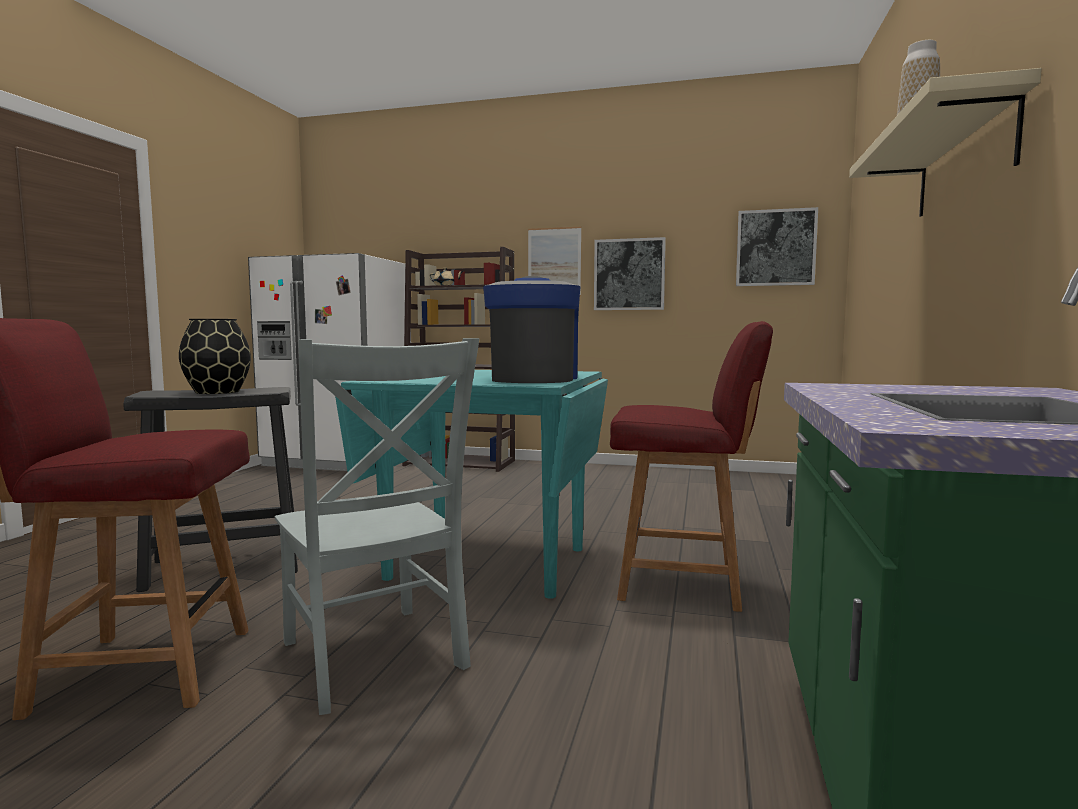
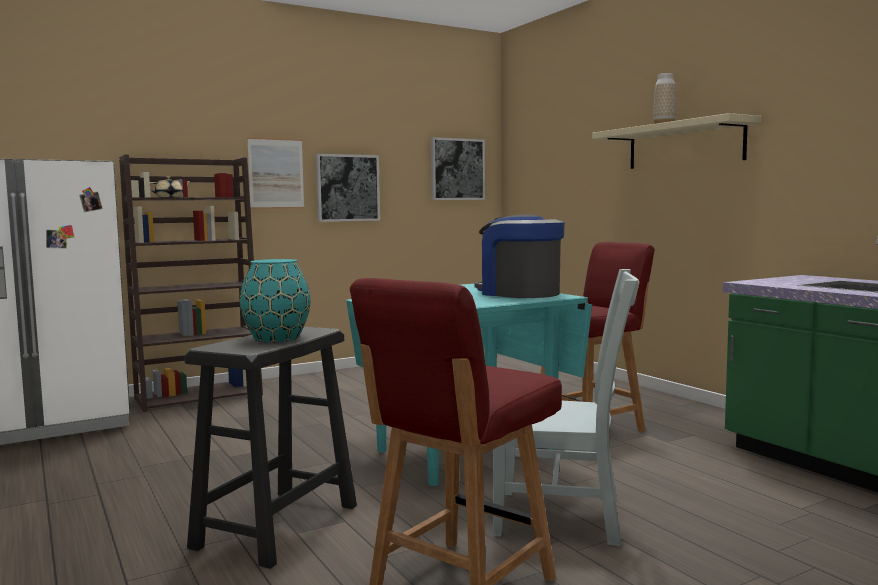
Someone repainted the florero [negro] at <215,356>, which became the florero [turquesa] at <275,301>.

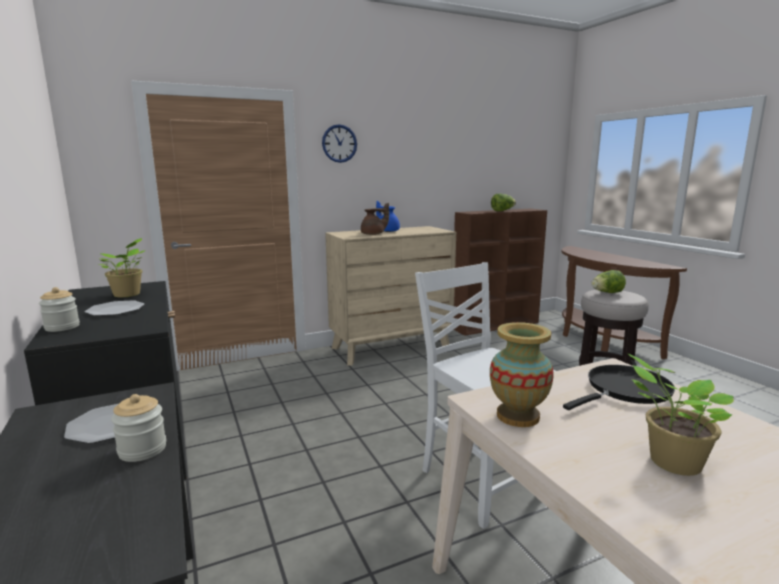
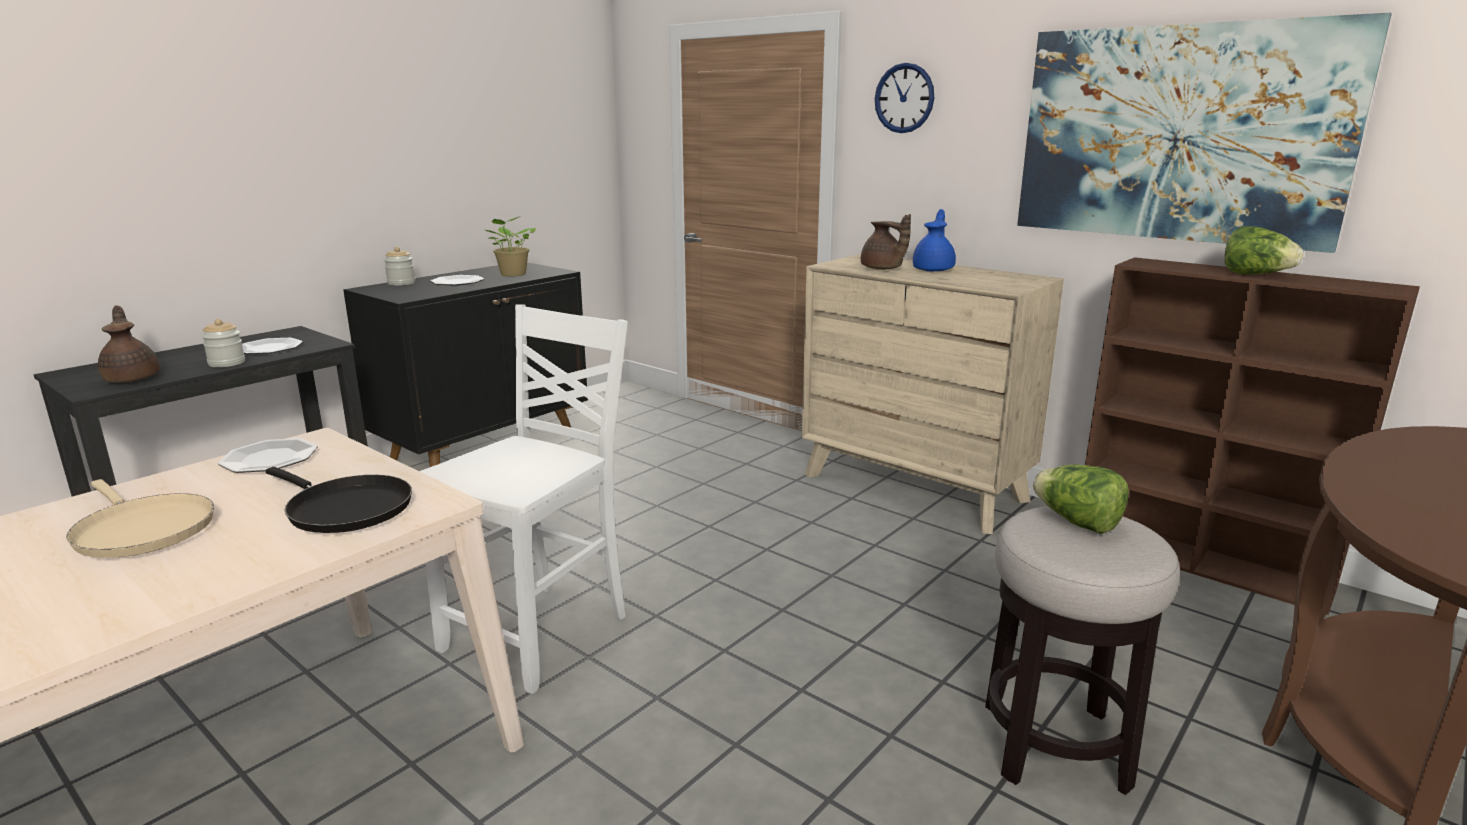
Someone swapped the florero at <522,374> for the plato at <268,455>.
Someone swapped the planta en maceta at <681,415> for the sartén [beis] at <140,518>.
Someone put down the tetera [marrón] at <129,344>.
Someone put up the cuadro at <1204,133>.

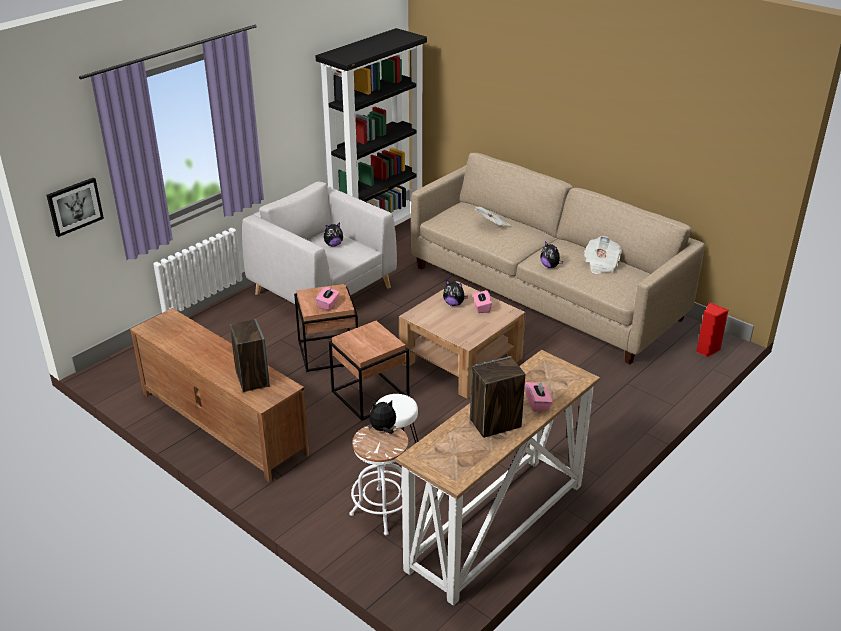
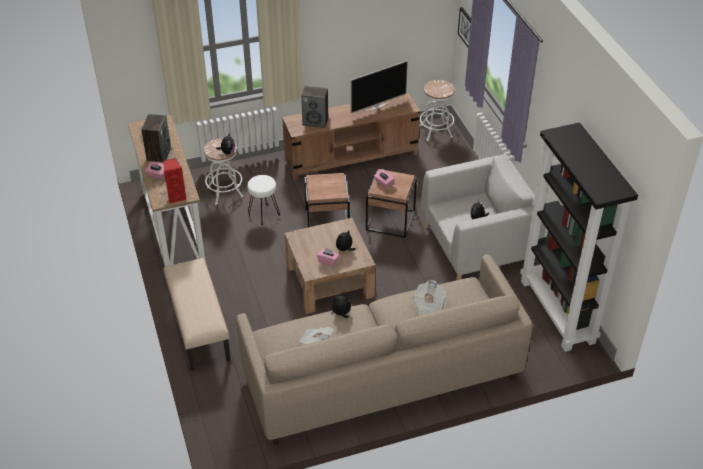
Someone carried the altavoz [rojo] from <712,329> to <175,181>.
Someone put down the banco [beis] at <197,314>.
Someone put down the televisor at <379,86>.
Someone put down the taburete [blanco] at <437,110>.

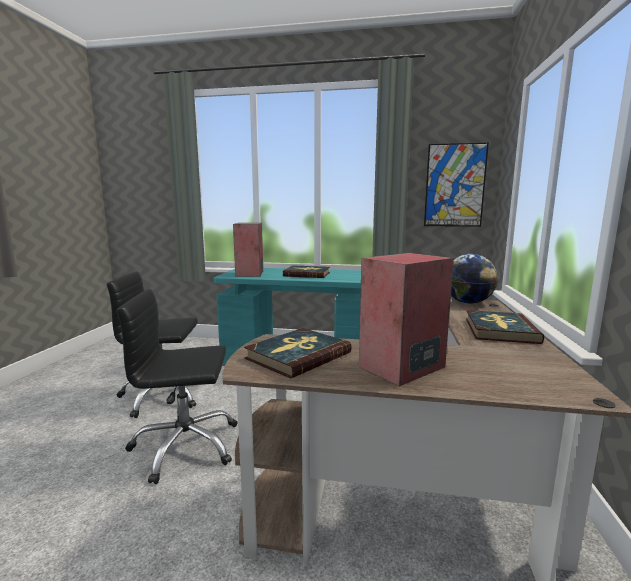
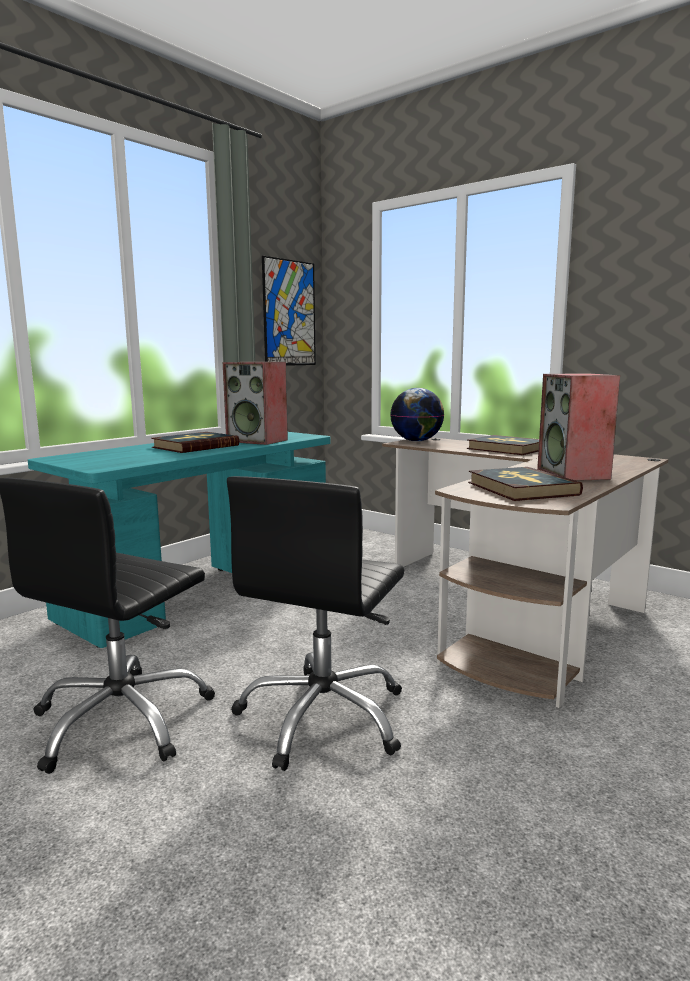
Someone carried the altavoz from <248,250> to <255,403>.

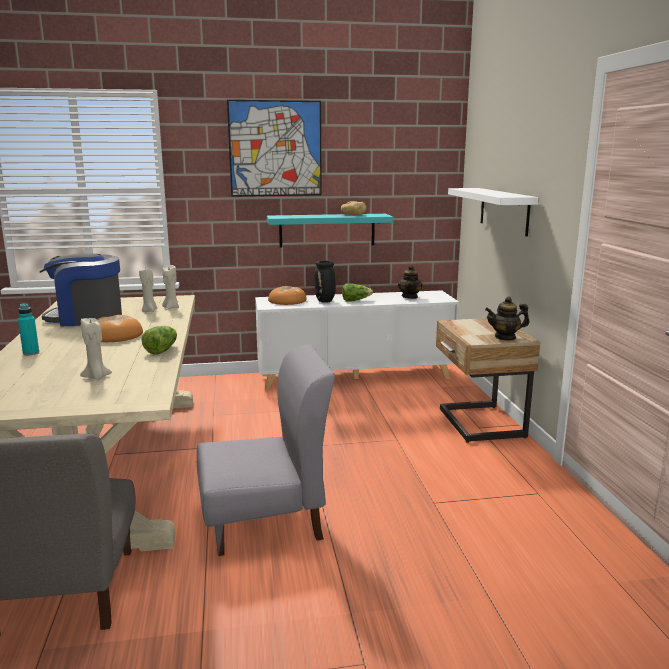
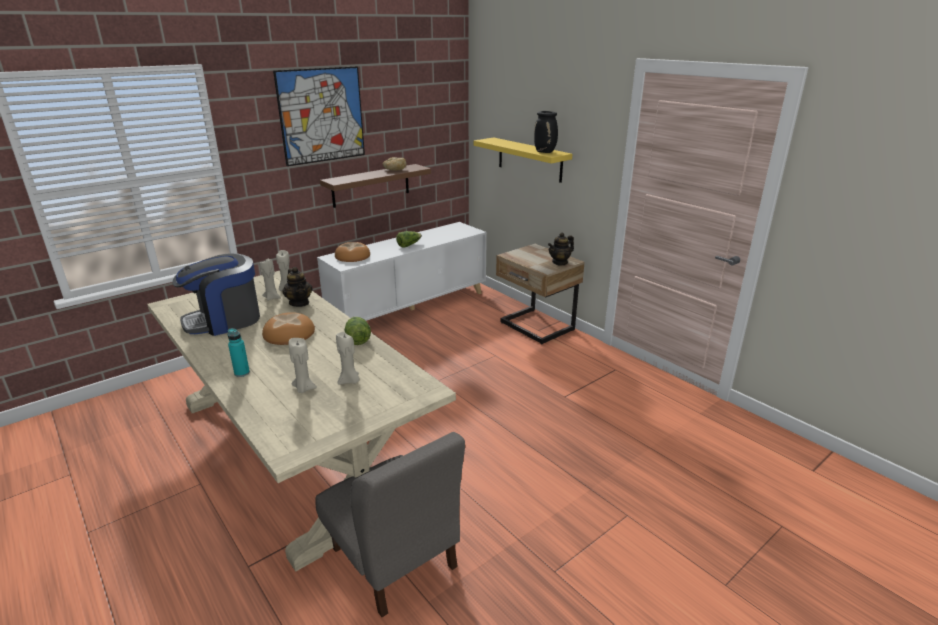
Someone took away the silla [gris] at <266,450>.
Someone repainted the estante [turquesa] at <330,231>, which became the estante [marrón] at <375,186>.
Someone carried the florero [negro] from <325,281> to <546,132>.
Someone carried the tetera from <410,282> to <297,287>.
Someone repainted the estante [blanco] at <493,212>, which became the estante [amarillo] at <522,160>.
Someone put down the vela [beis] at <303,365>.

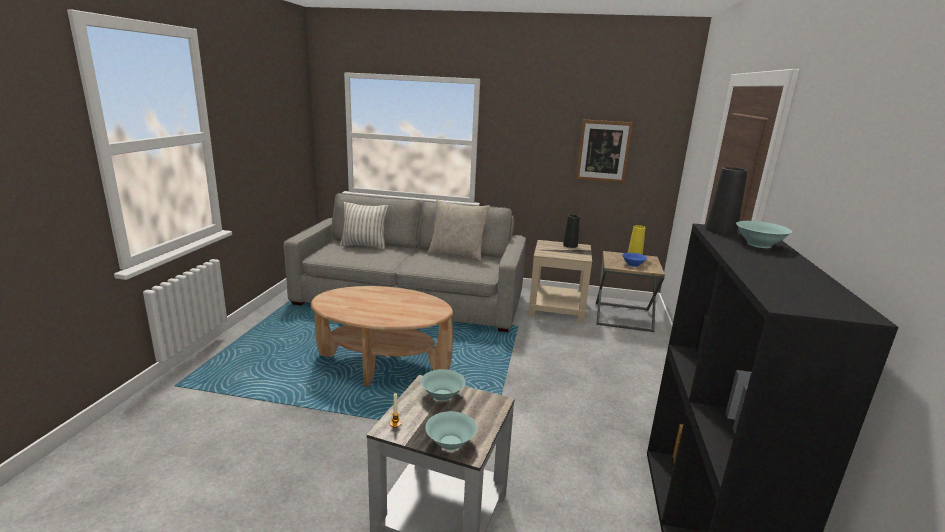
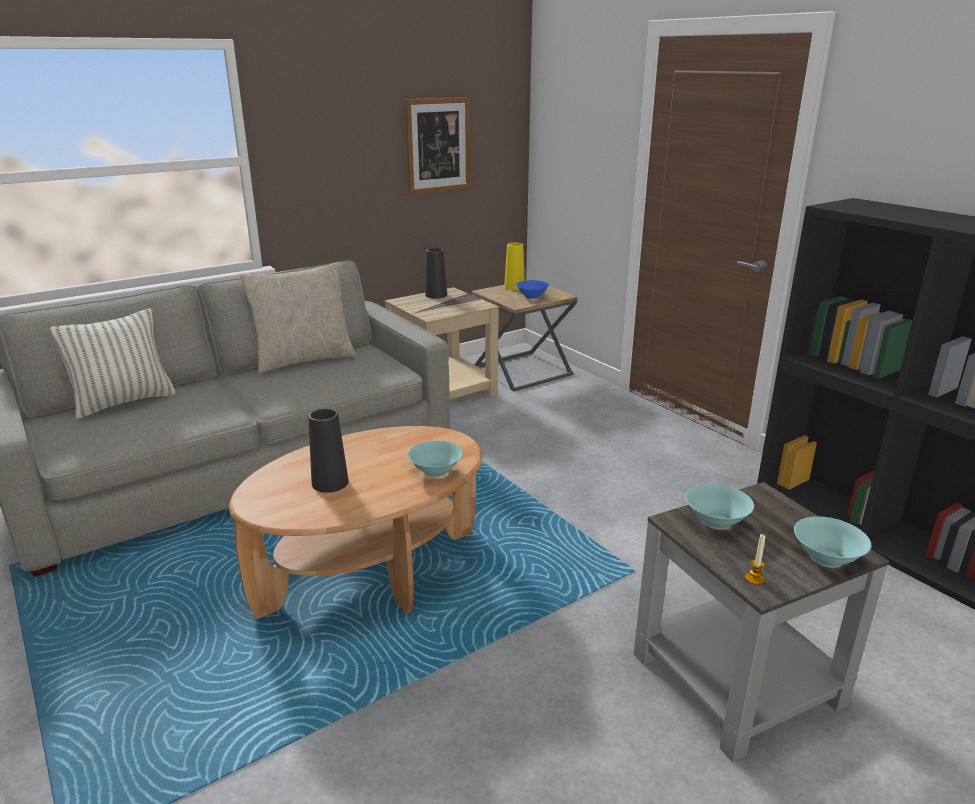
Someone carried the florero [negro] from <726,201> to <328,450>.
Someone carried the cuenco [turquesa] from <764,234> to <435,459>.

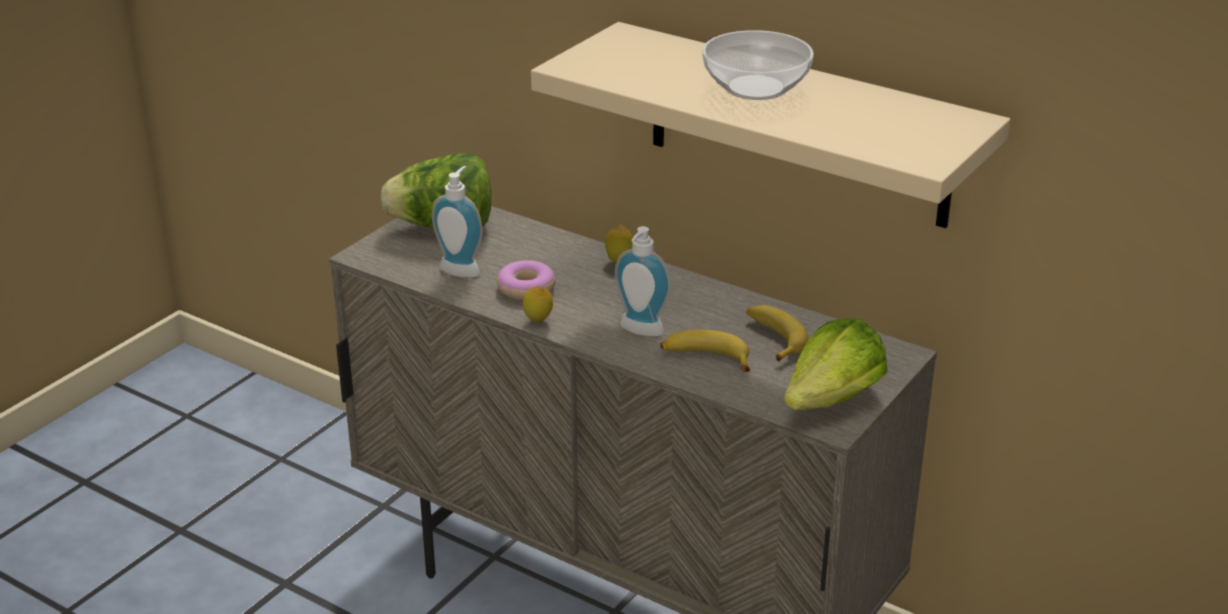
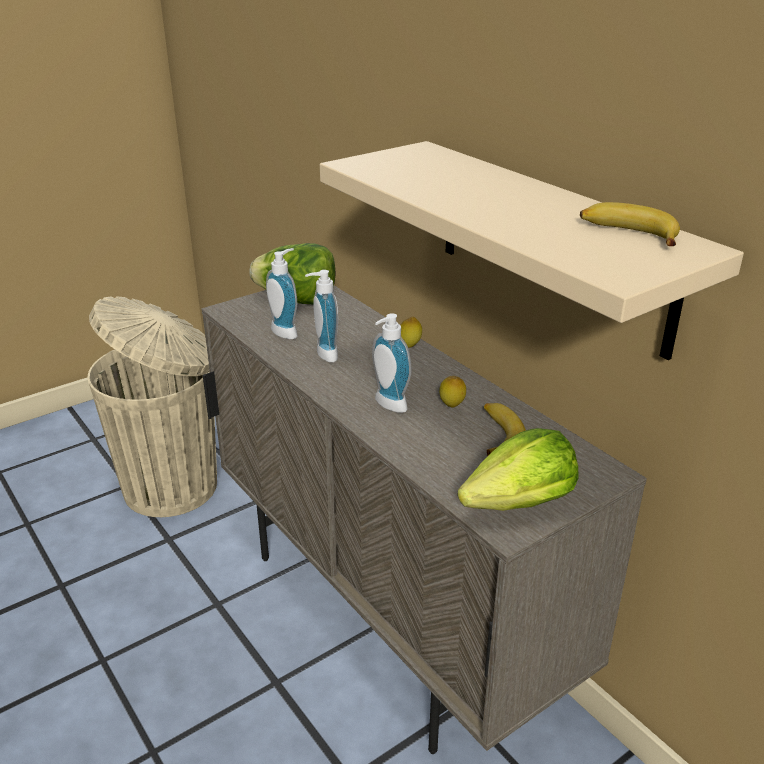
Someone swapped the rosquilla at <526,280> for the dispensador de jabón at <321,316>.
Someone carried the limón from <538,304> to <452,392>.
Someone carried the plátano from <705,350> to <630,224>.
Someone took away the cuenco at <758,65>.
Someone put down the papelera [beis] at <152,406>.

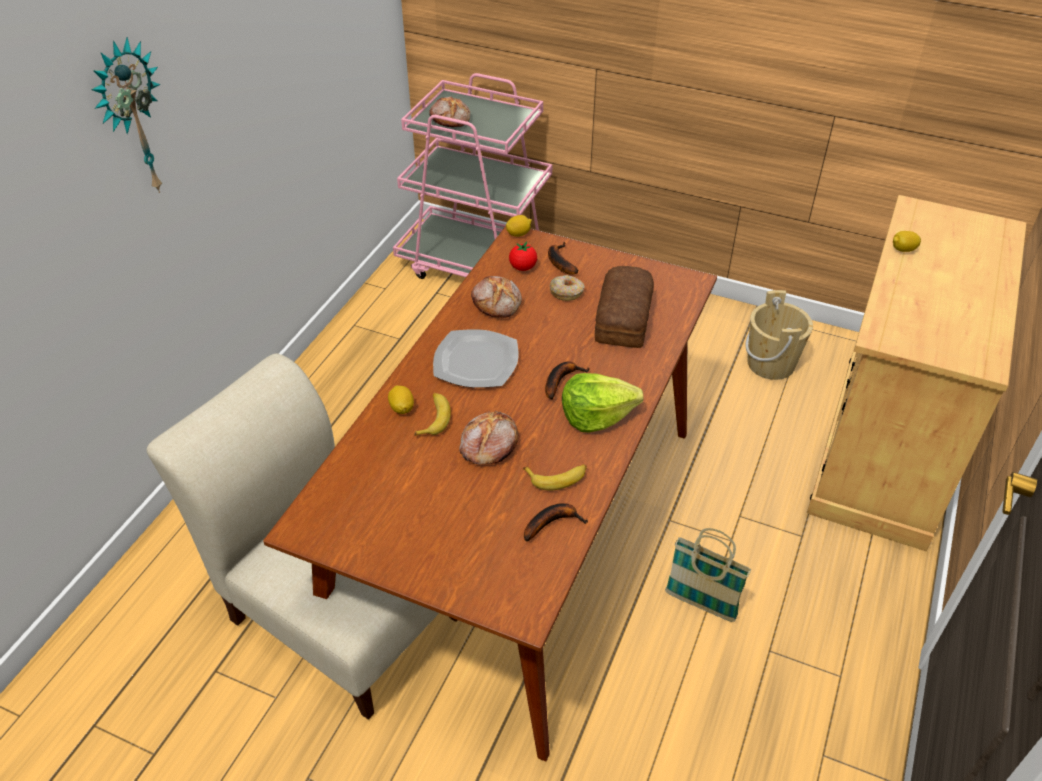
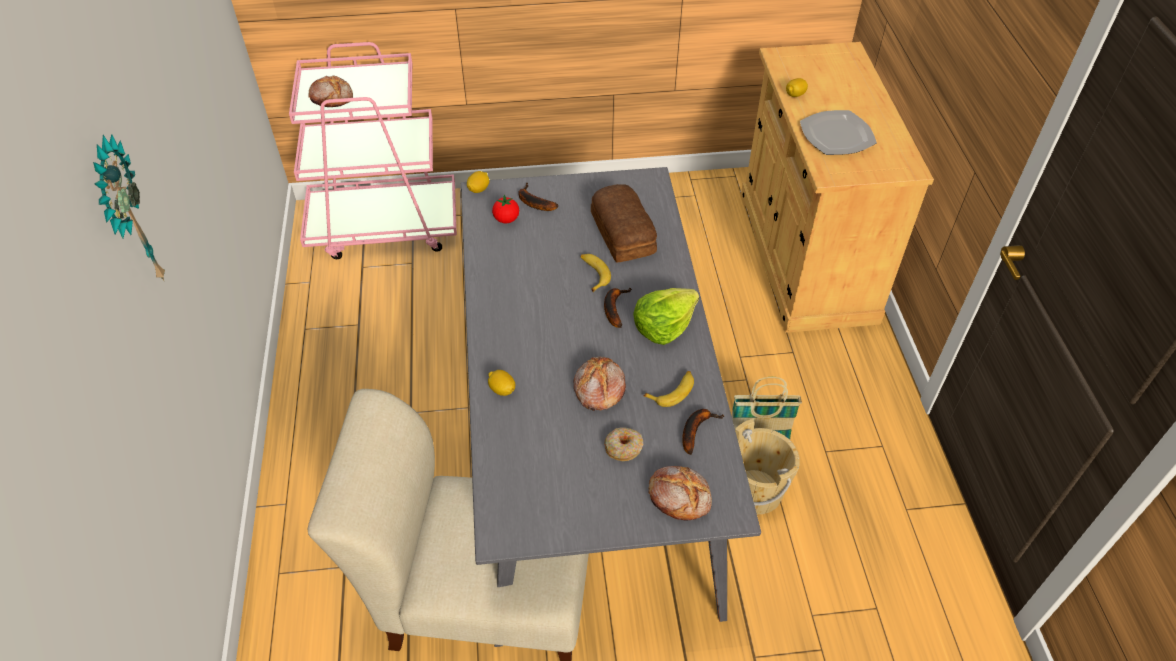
Someone repainted the mesa de comedor [marrón] at <490,494>, which became the mesa de comedor [gris] at <611,407>.
Someone carried the plátano from <432,414> to <596,273>.
Someone carried the plato from <475,358> to <838,132>.
Someone carried the pan from <496,297> to <680,493>.
Someone carried the rosquilla from <567,288> to <623,444>.
Someone carried the cubo [beis] from <779,335> to <767,466>.

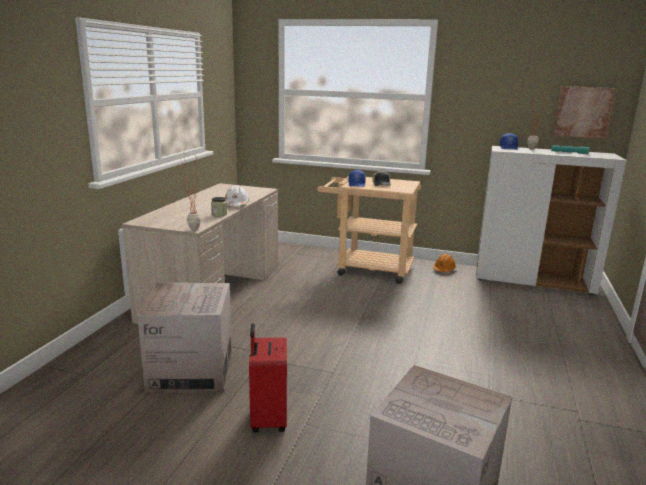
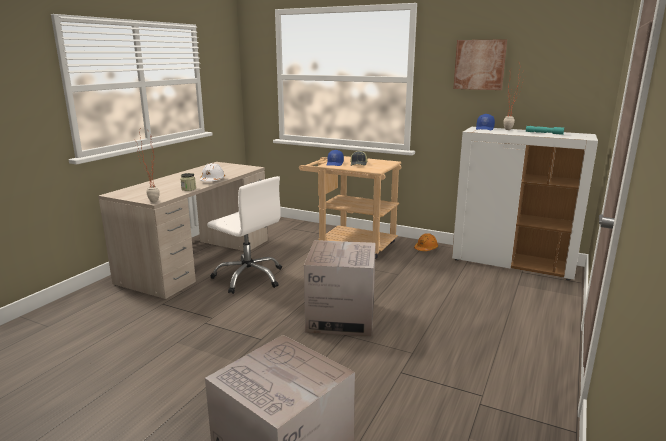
Someone carried the caja de cartón from <184,338> to <340,288>.
Someone took away the maleta [rojo] at <268,377>.
Someone carried the cuadro from <584,112> to <480,64>.
Someone put down the silla de oficina [blanco] at <244,235>.

